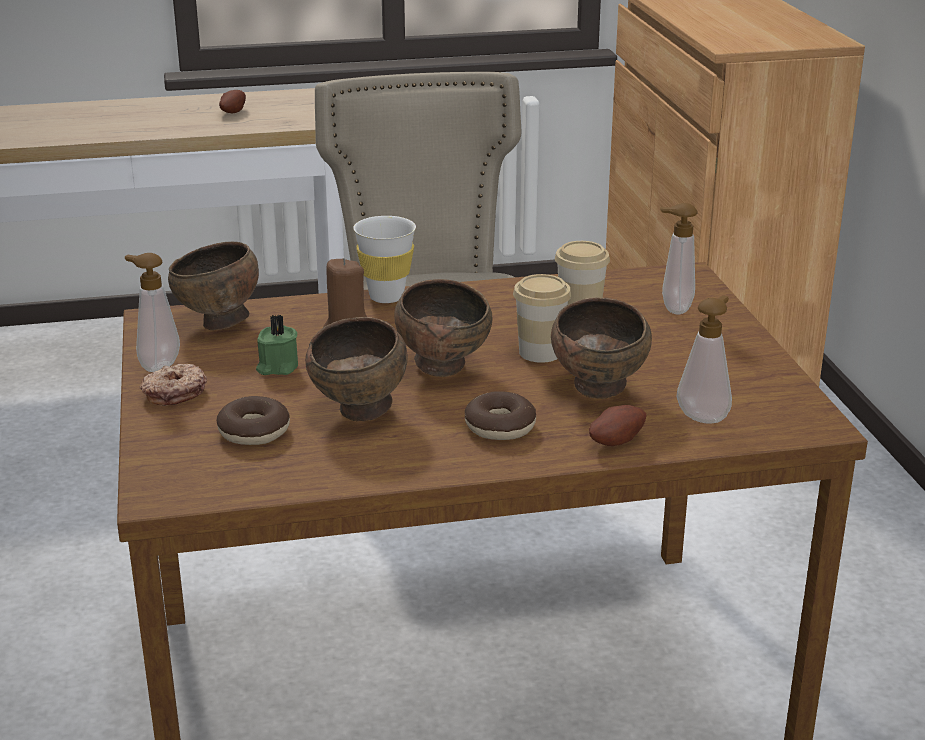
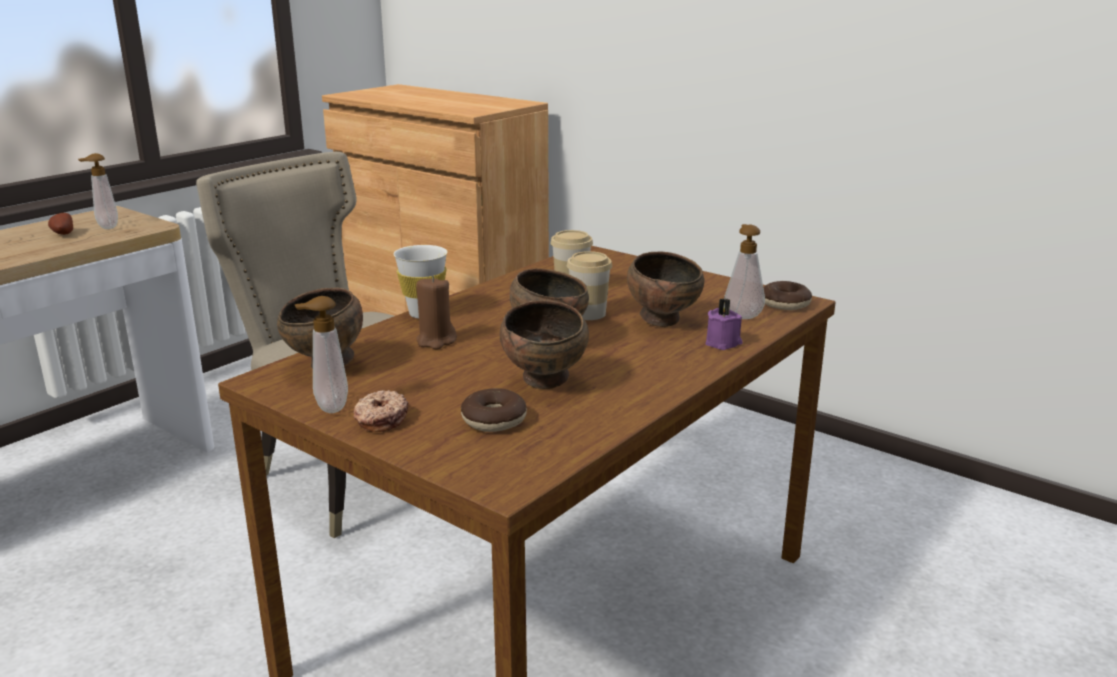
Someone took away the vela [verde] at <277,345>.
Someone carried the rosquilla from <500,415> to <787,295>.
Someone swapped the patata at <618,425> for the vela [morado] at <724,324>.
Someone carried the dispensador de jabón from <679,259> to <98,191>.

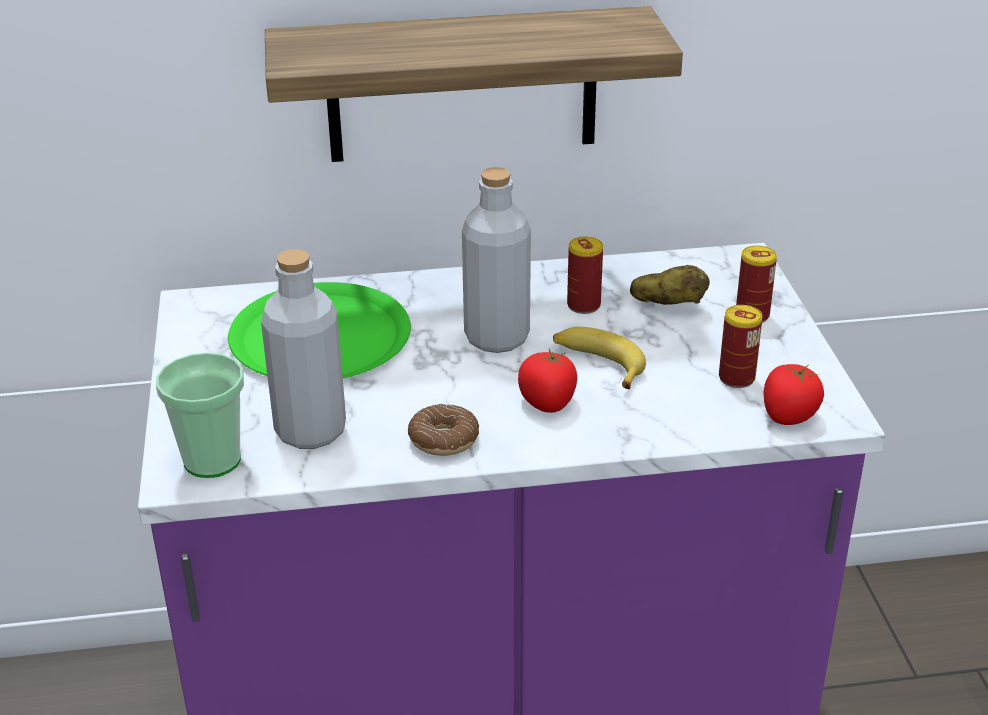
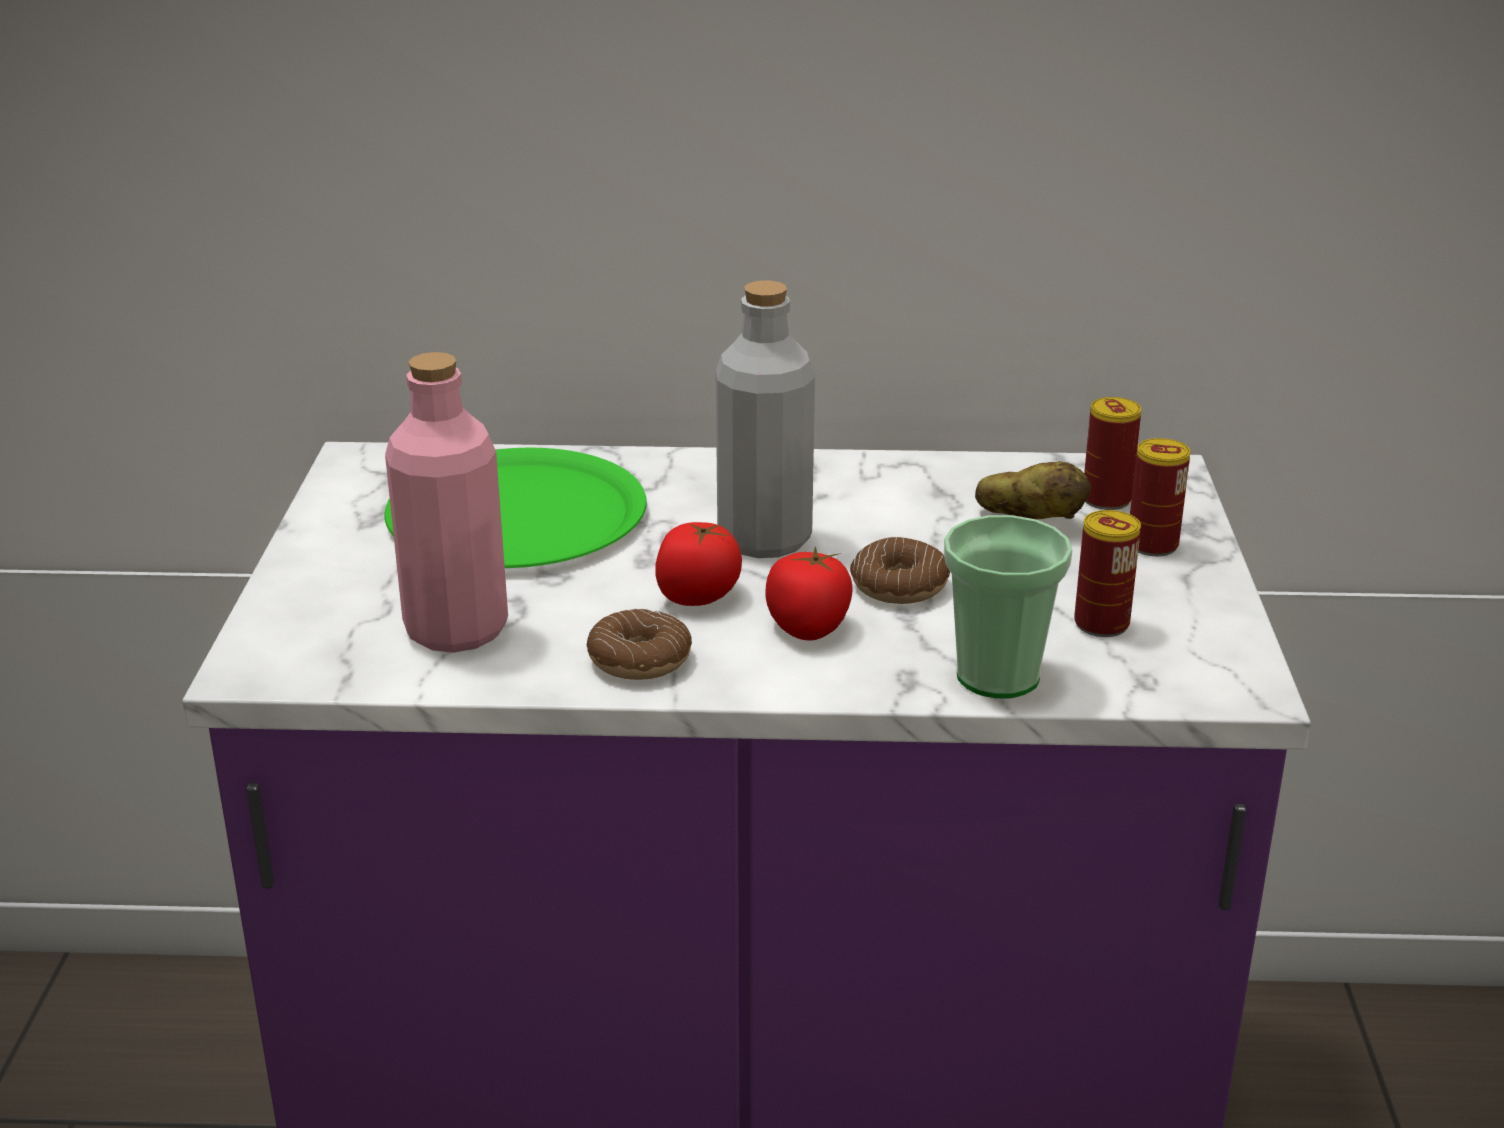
Someone carried the taza from <200,415> to <1008,606>.
Someone repainted the botella [gris] at <303,349>, which became the botella [rosa] at <446,502>.
Someone took away the estante at <474,84>.
Someone swapped the plátano at <599,358> for the rosquilla at <900,570>.
Someone carried the lata from <585,275> to <1112,453>.
Someone carried the tomate from <793,394> to <698,564>.

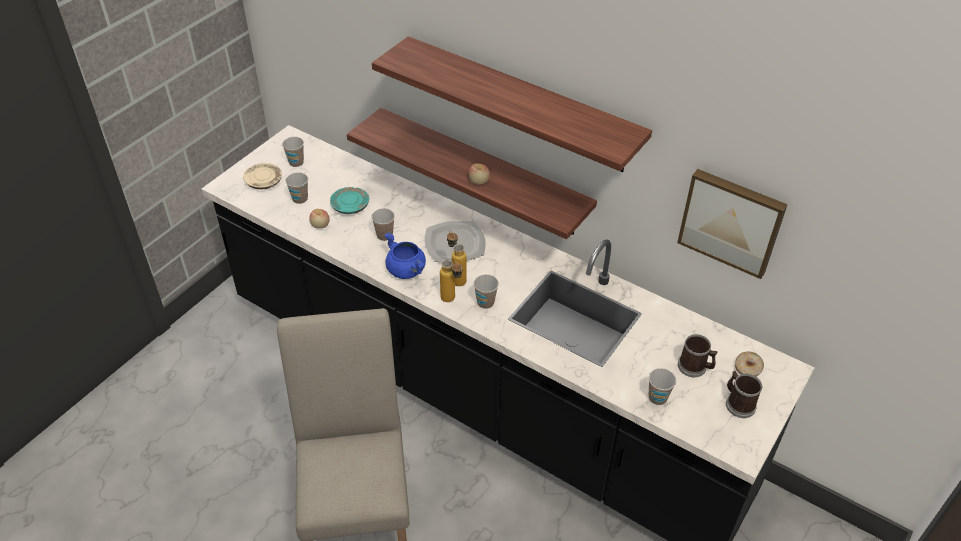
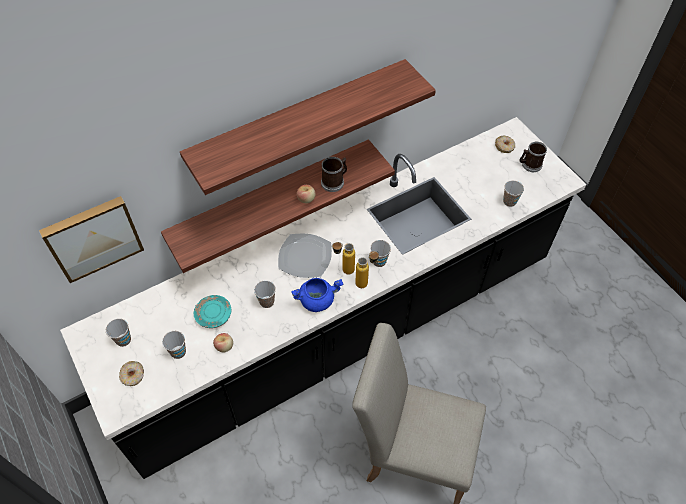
Someone swapped the plato [beis] at <262,176> for the rosquilla at <131,373>.
Someone carried the cuadro from <732,224> to <91,239>.
Someone carried the taza grande from <698,355> to <334,174>.

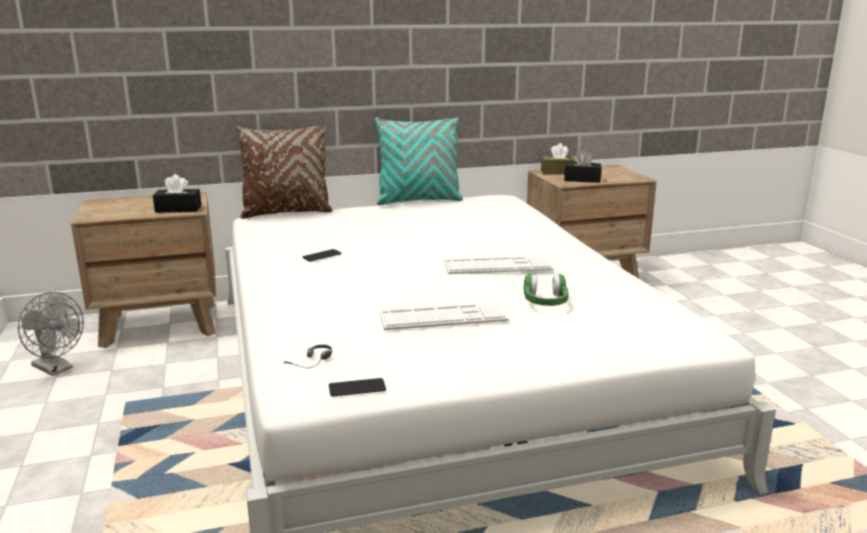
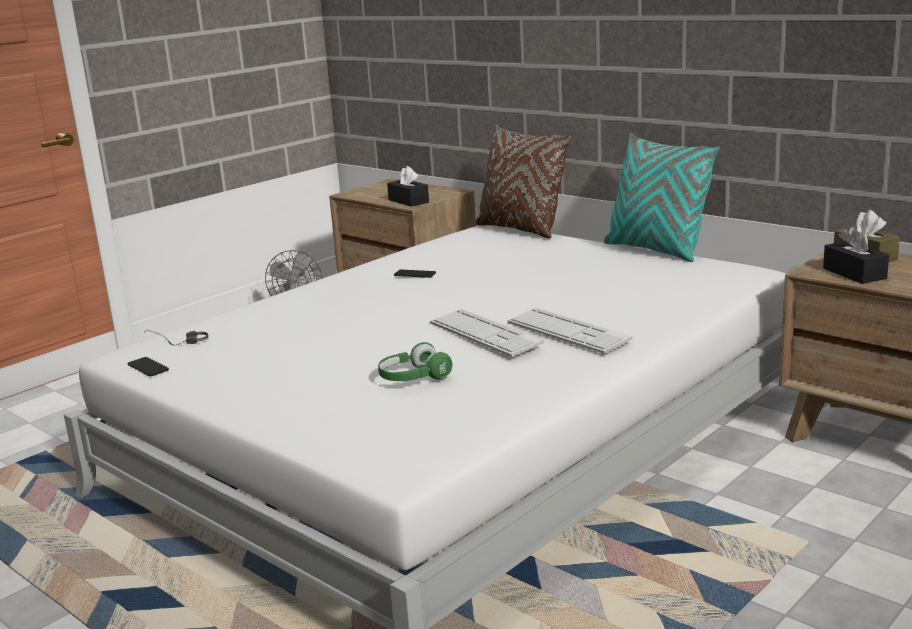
Someone carried the teclado from <444,315> to <570,331>.

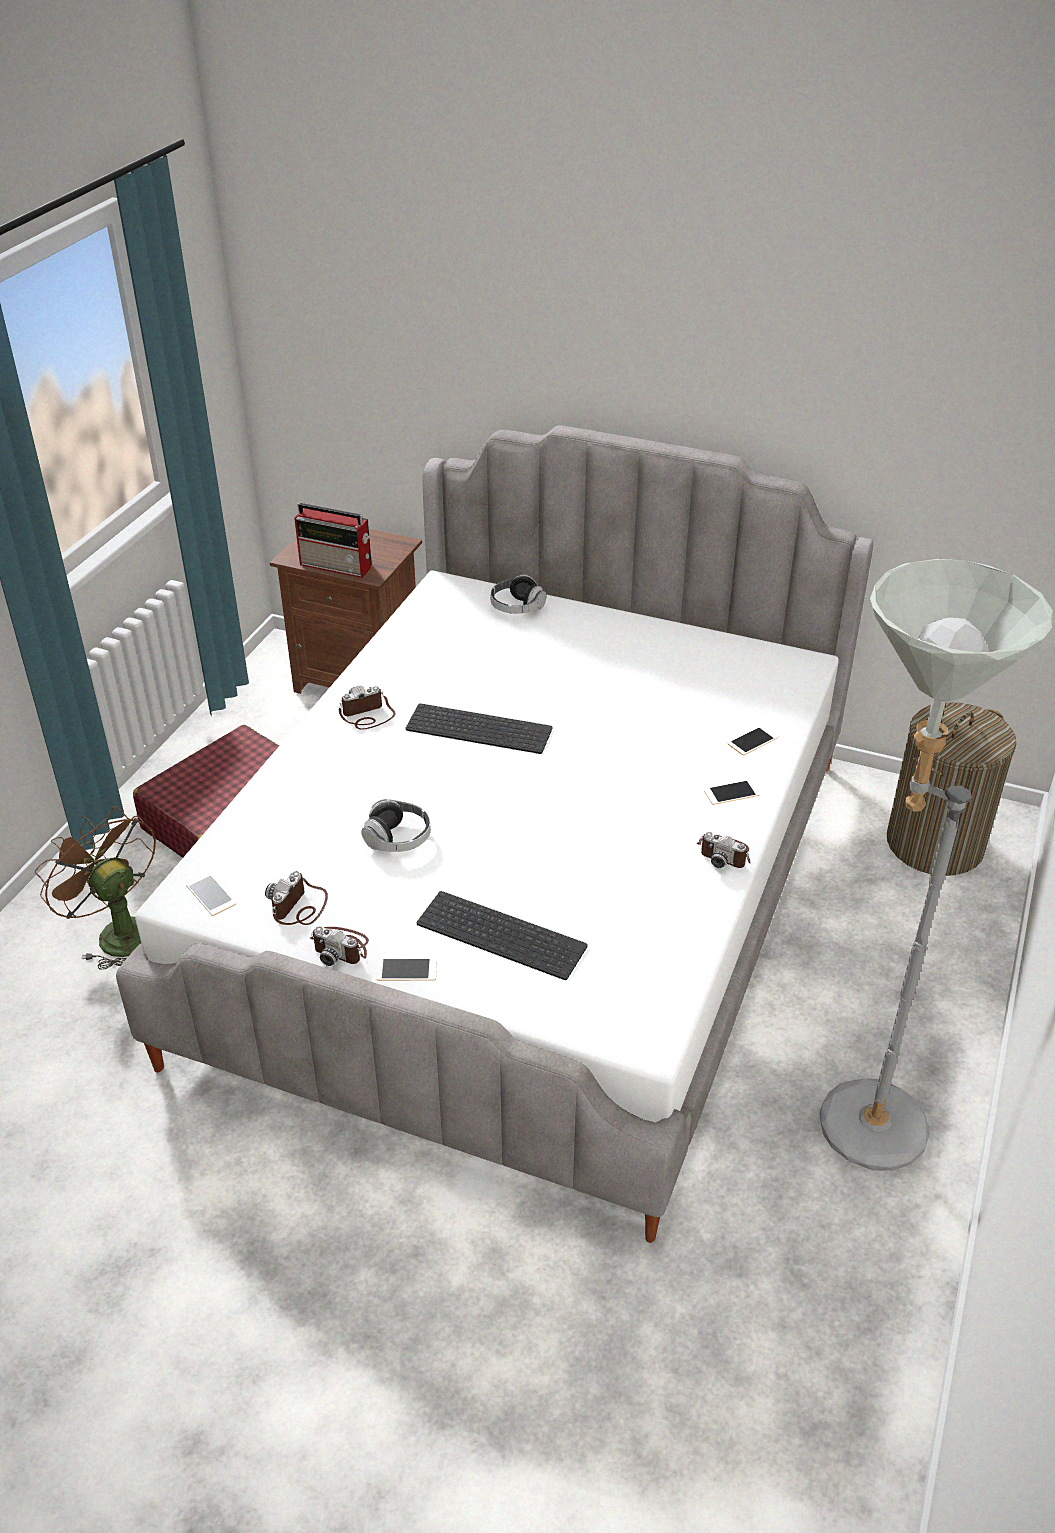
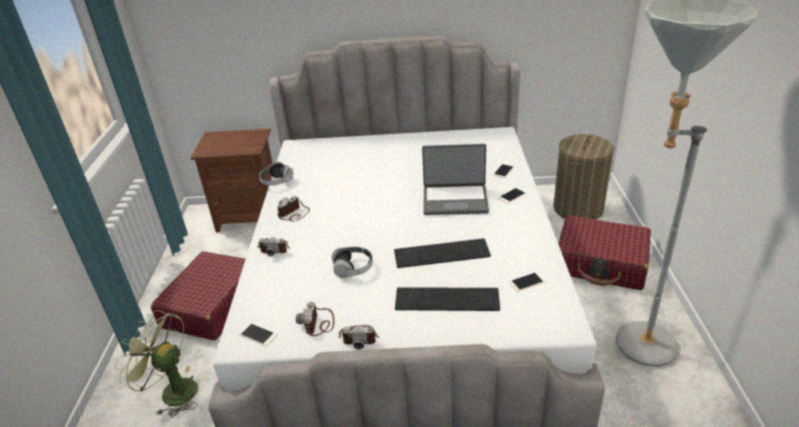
Someone repainted the ventilador [marrón] at <95,888>, which became the ventilador [verde] at <156,363>.
Someone took away the radio at <333,540>.
Someone carried the móvil from <407,969> to <528,281>.
Someone carried the teclado from <479,728> to <442,253>.
Someone carried the auriculares from <518,594> to <276,173>.
Someone carried the cámara from <724,850> to <273,246>.
Someone put down the portátil at <455,179>.
Someone put down the maleta [rojo] at <605,252>.

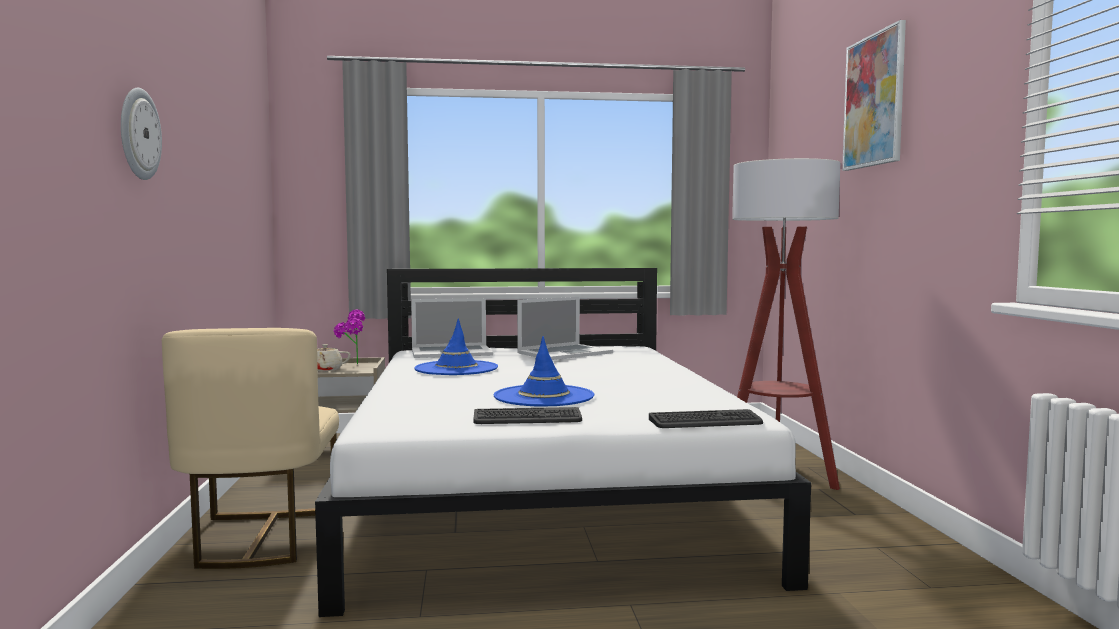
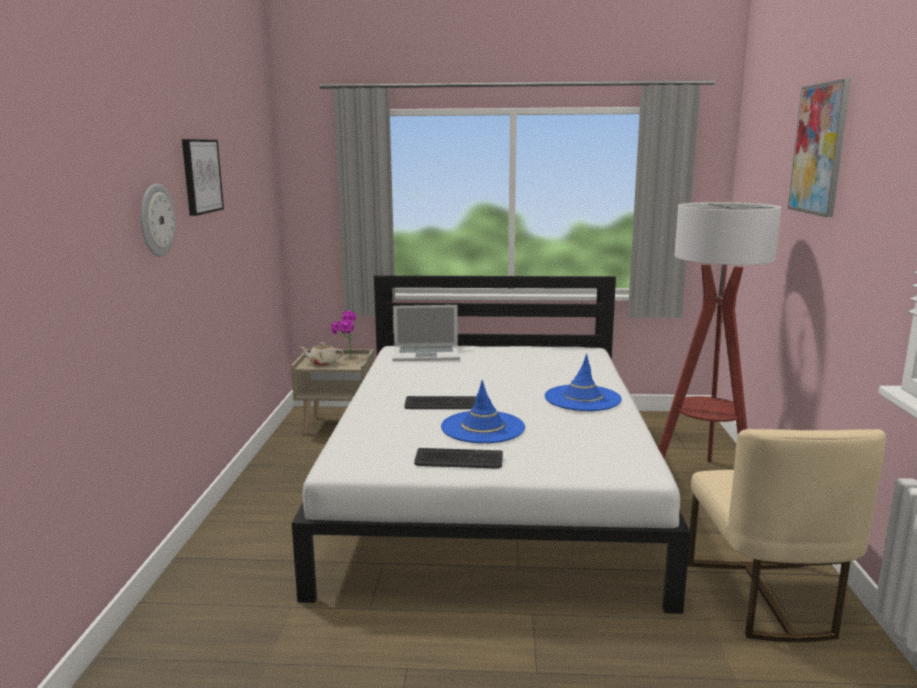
Someone carried the silla [beis] from <250,448> to <787,535>.
Someone carried the sombrero [azul] from <456,346> to <583,382>.
Someone took away the portátil at <565,328>.
Someone carried the teclado from <706,418> to <440,402>.
Someone put up the cuadro at <203,177>.

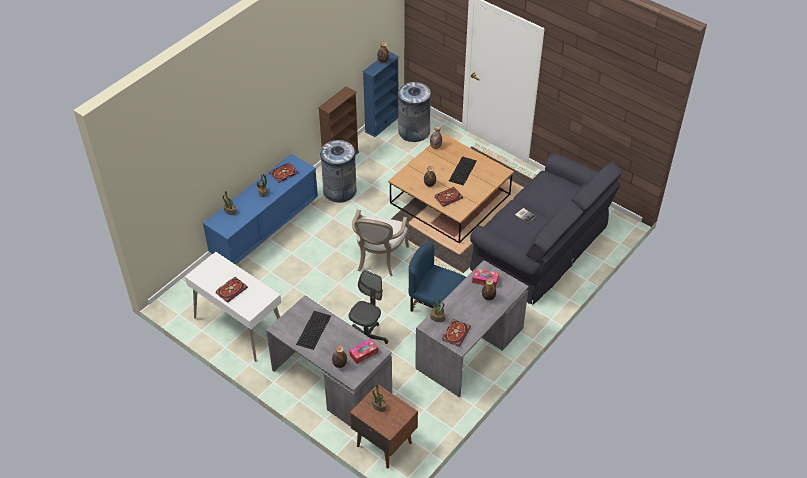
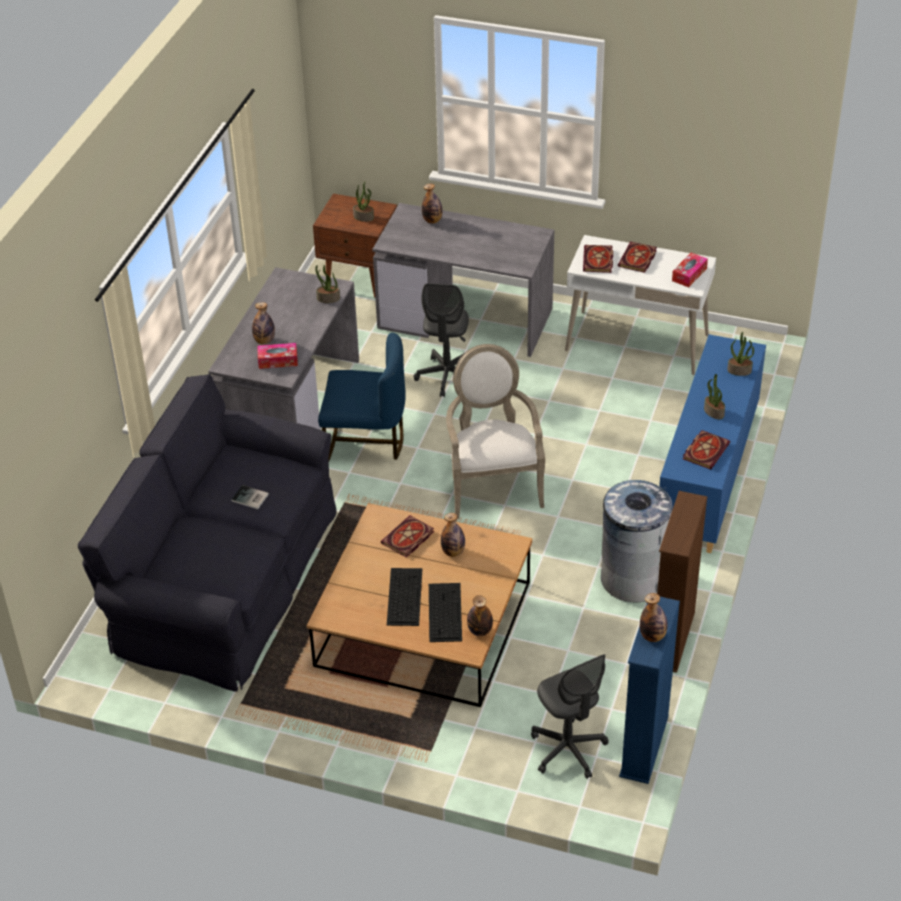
Someone carried the teclado from <313,330> to <445,612>.
Someone carried the caja de pañuelos from <363,351> to <690,270>.
Someone swapped the papelera [gris] at <414,112> for the silla de oficina [gris] at <570,716>.
Someone carried the libro from <456,333> to <598,259>.

